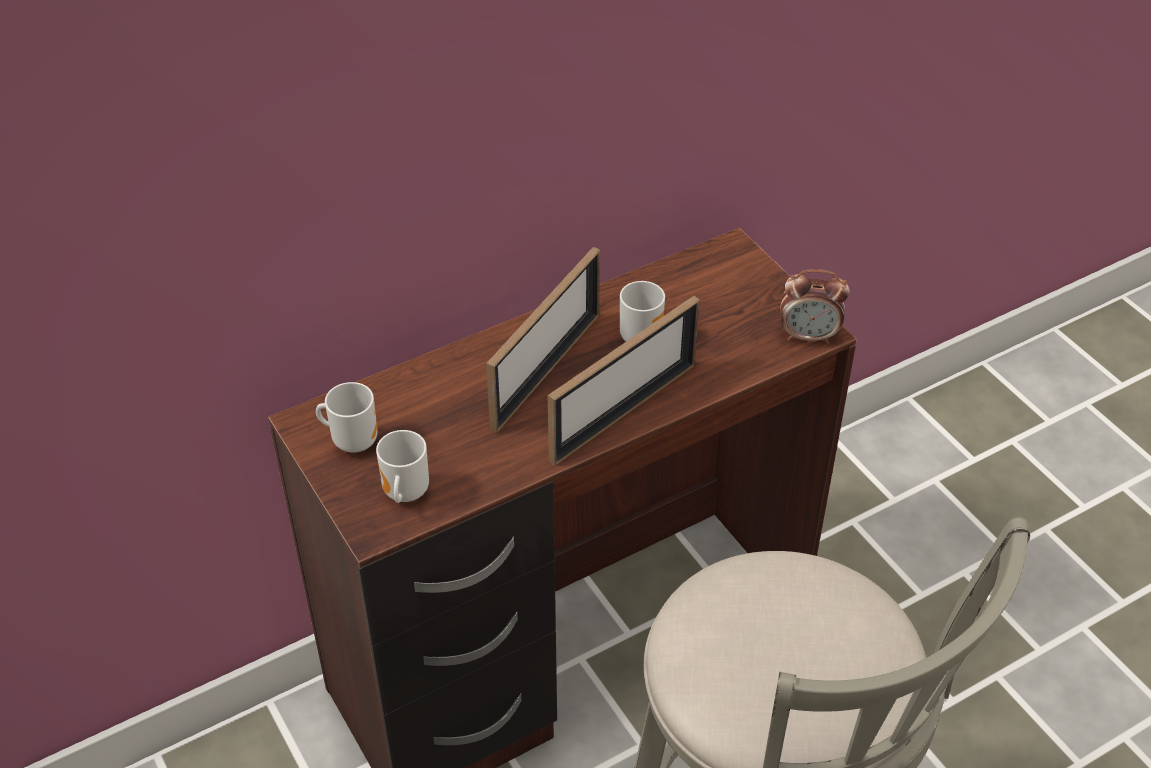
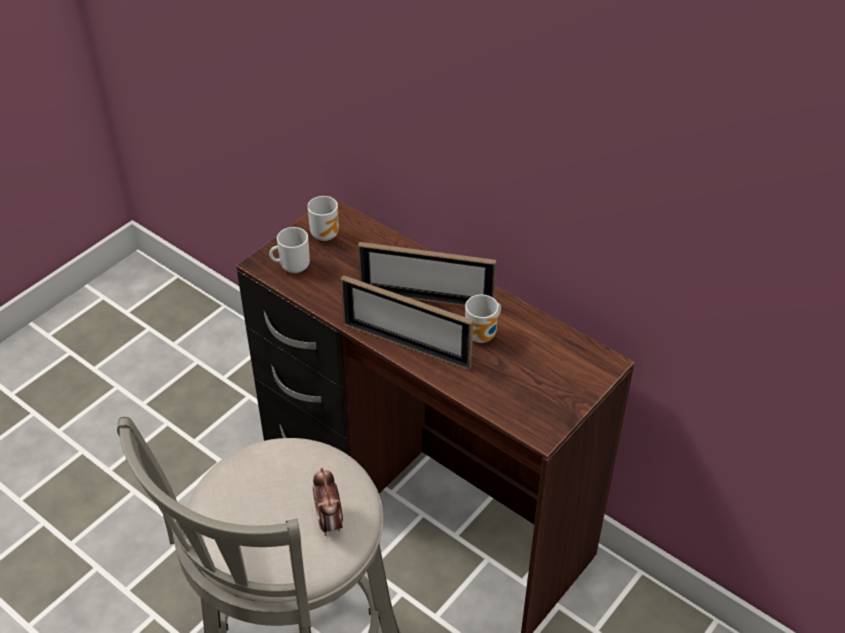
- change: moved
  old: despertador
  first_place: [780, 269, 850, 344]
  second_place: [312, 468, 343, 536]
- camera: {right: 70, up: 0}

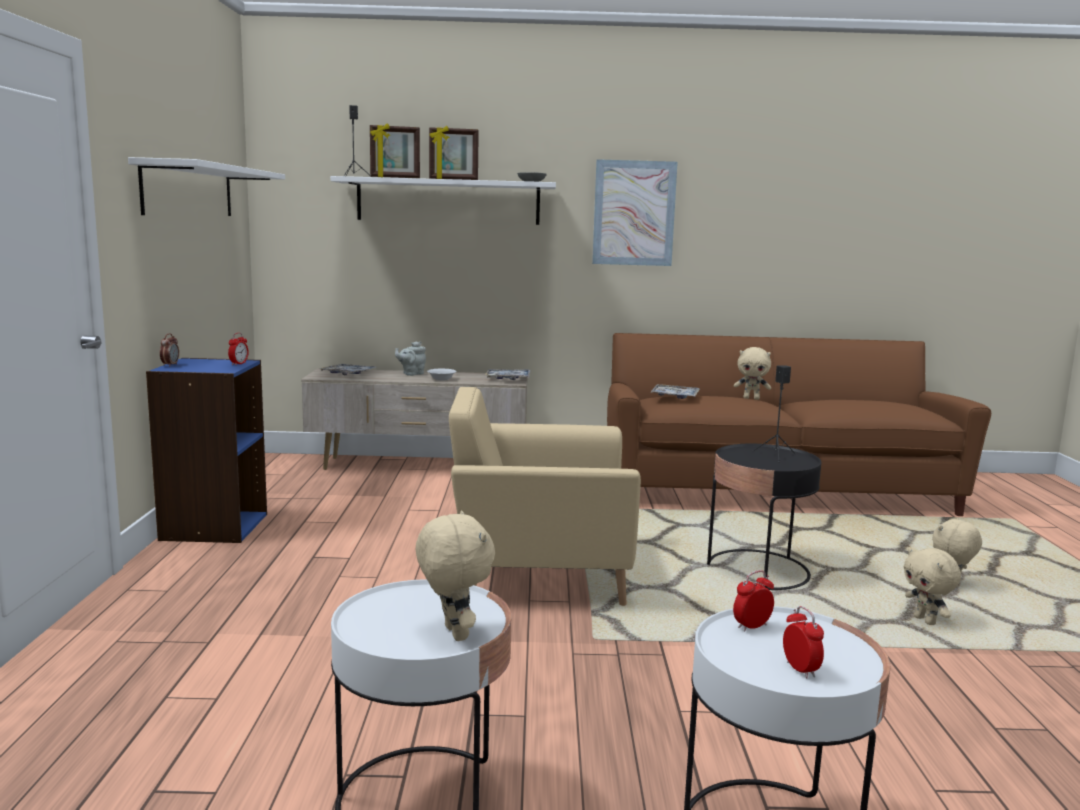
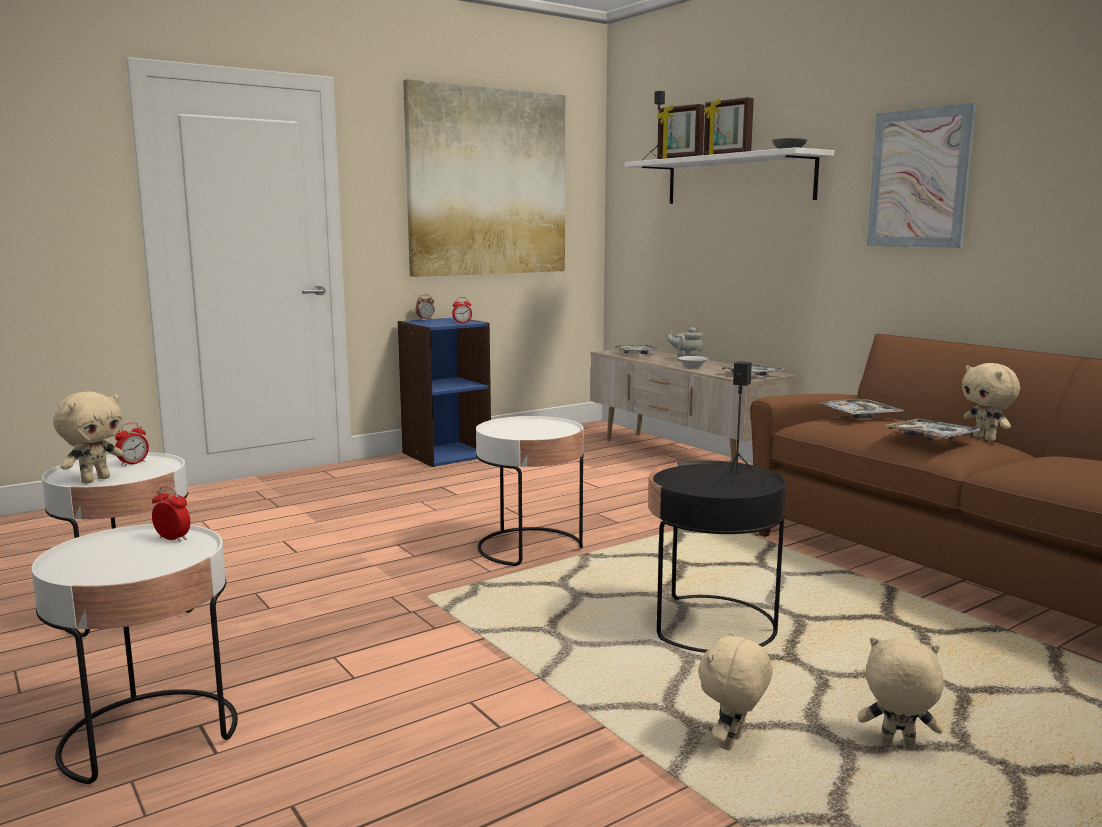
- change: replaced
  old: estante [blanco]
  new: cuadro
  first_place: [128, 157, 285, 216]
  second_place: [403, 79, 565, 277]
- change: replaced
  old: sillón [beis]
  new: mesa auxiliar [blanco]
  first_place: [449, 387, 641, 606]
  second_place: [476, 416, 584, 566]
- change: moved
  old: despertador
  first_place: [783, 606, 824, 679]
  second_place: [115, 422, 149, 466]
- change: added
  new: bandeja
  second_place: [884, 419, 982, 440]
- camera: {right: 55, up: 0}

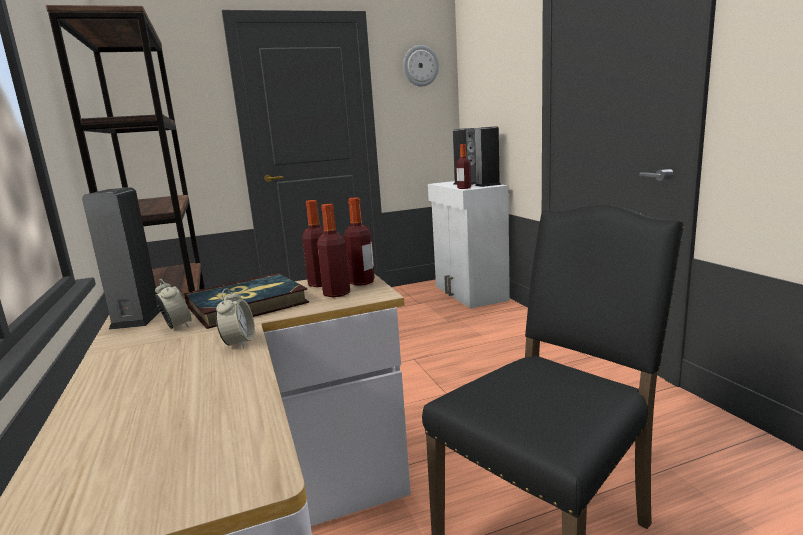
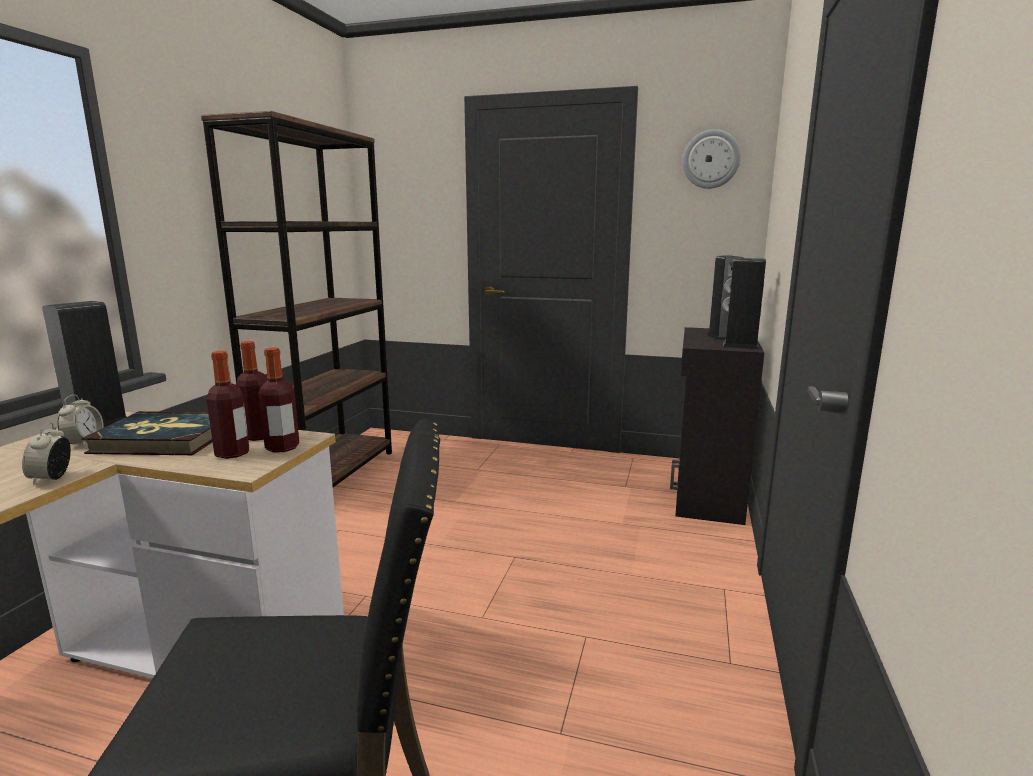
- change: turned
  old: despertador
  first_place: [216, 288, 255, 348]
  second_place: [22, 423, 71, 485]
  degrees: 135
- change: recoloured
  old: armario [blanco]
  new: armario [negro]
  first_place: [428, 181, 510, 308]
  second_place: [670, 327, 764, 525]
- change: removed
  old: botella
  first_place: [456, 144, 471, 189]
- camera: {right: 35, up: 0}

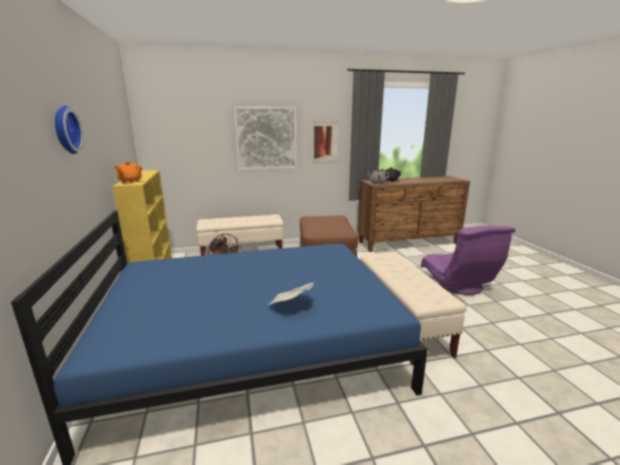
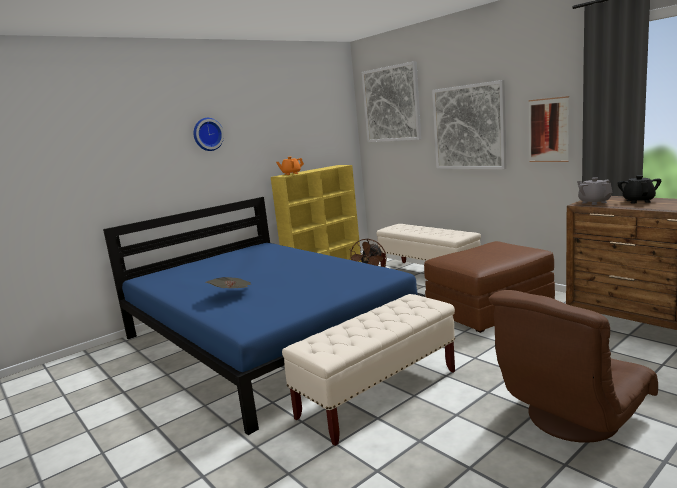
- change: recoloured
  old: sillón [morado]
  new: sillón [marrón]
  first_place: [421, 226, 516, 295]
  second_place: [488, 290, 658, 443]
- change: added
  new: cuadro
  second_place: [362, 61, 421, 142]
- camera: {right: 65, up: -5}

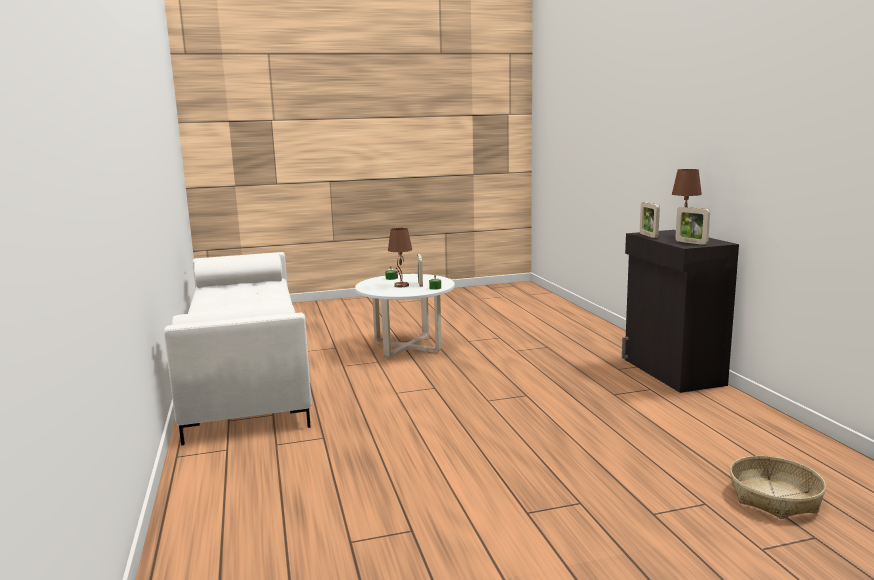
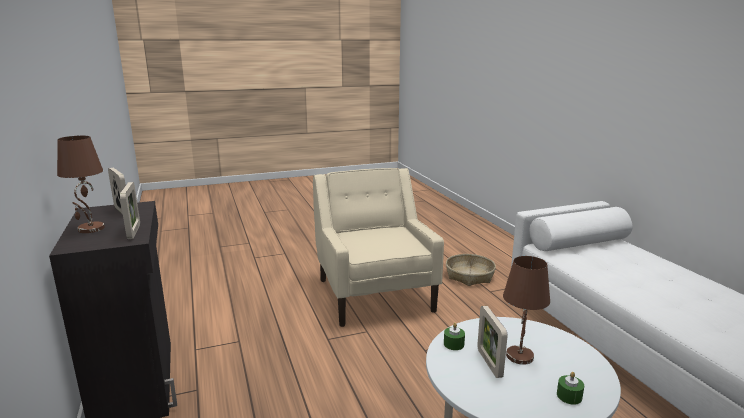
- change: moved
  old: cesta
  first_place: [730, 456, 826, 519]
  second_place: [446, 254, 496, 286]
- change: added
  new: sillón [beis]
  second_place: [313, 168, 444, 327]
- camera: {right: 175, up: 5}

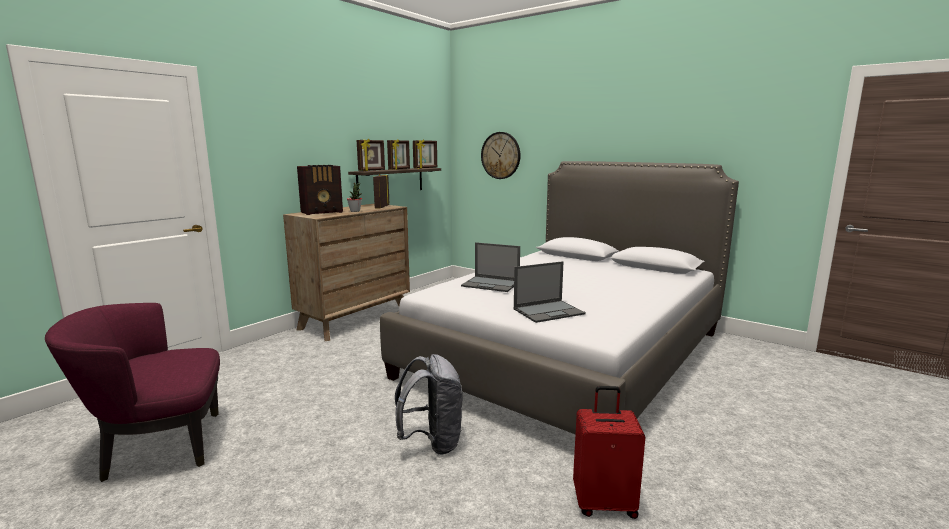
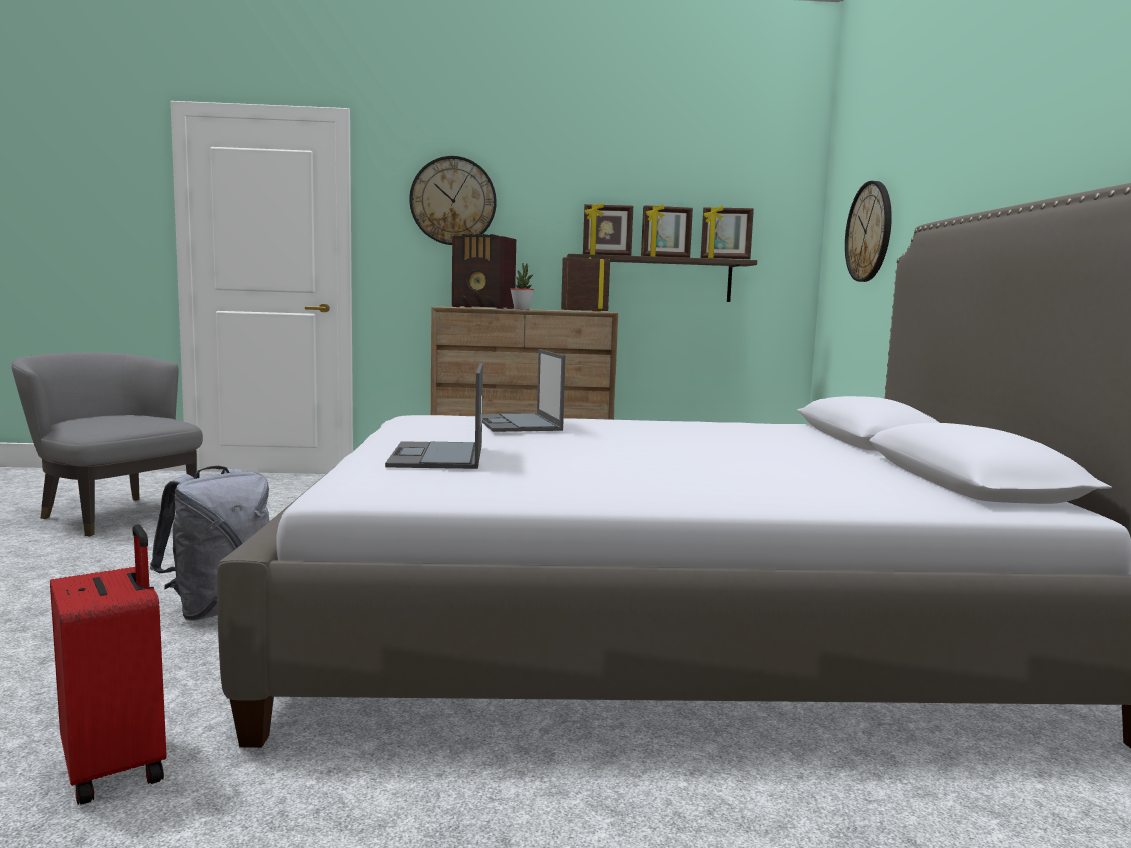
- change: recoloured
  old: sillón [morado]
  new: sillón [gris]
  first_place: [45, 303, 220, 482]
  second_place: [11, 352, 203, 536]
- change: turned
  old: portátil
  first_place: [514, 261, 586, 323]
  second_place: [385, 363, 483, 469]
  degrees: 60
- change: added
  new: reloj de pared
  second_place: [409, 156, 497, 245]
- camera: {right: 50, up: -5}

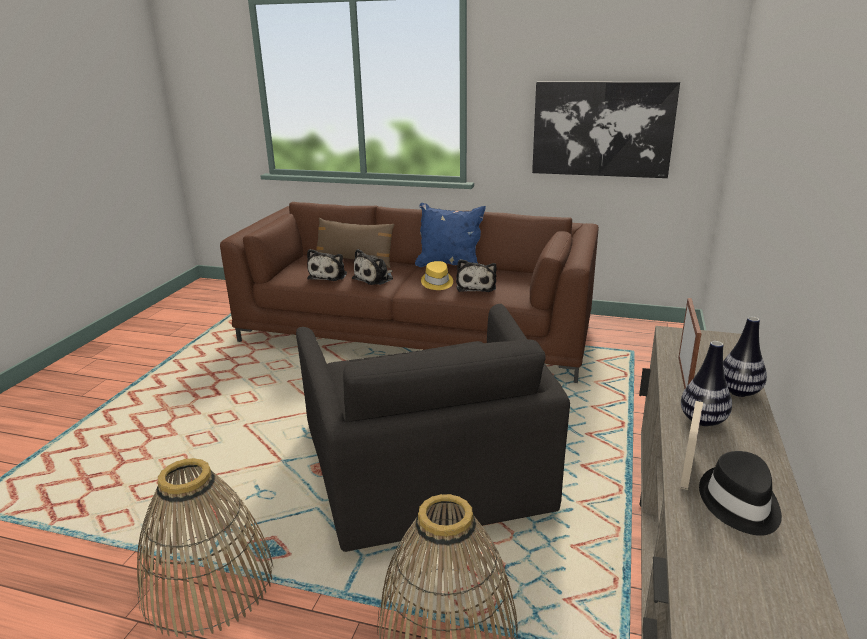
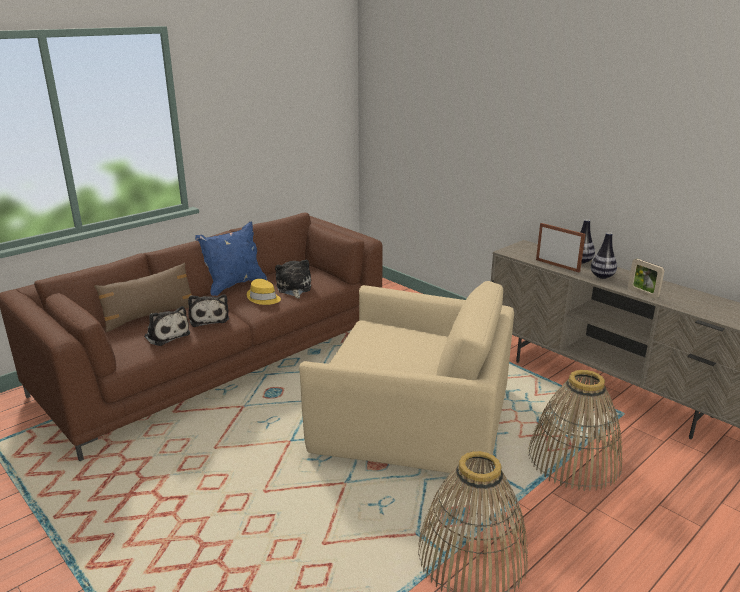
- change: recoloured
  old: sillón [negro]
  new: sillón [beis]
  first_place: [296, 304, 570, 552]
  second_place: [299, 281, 514, 474]
- change: turned
  old: peluche
  first_place: [456, 259, 497, 292]
  second_place: [275, 260, 311, 298]
  degrees: -135
- change: removed
  old: cuadro
  first_place: [532, 82, 680, 178]
- change: removed
  old: sombrero [negro]
  first_place: [699, 451, 782, 536]
- camera: {right: -60, up: 0}

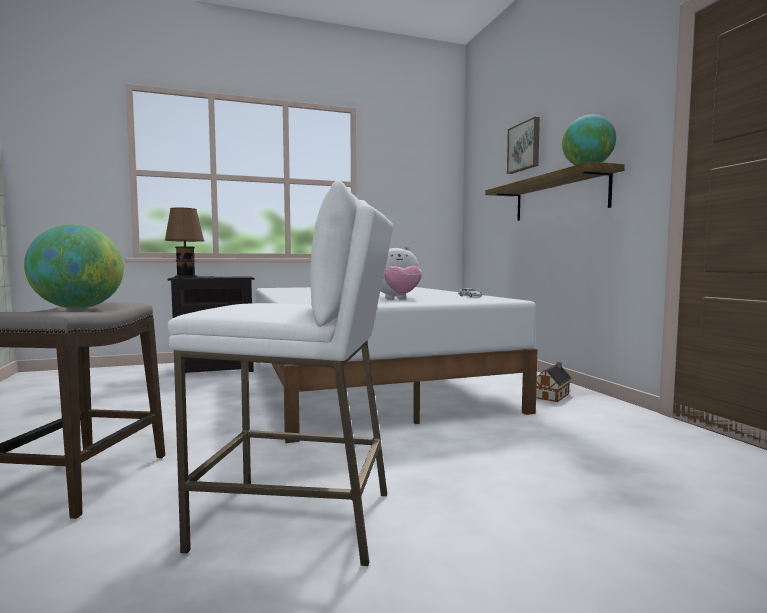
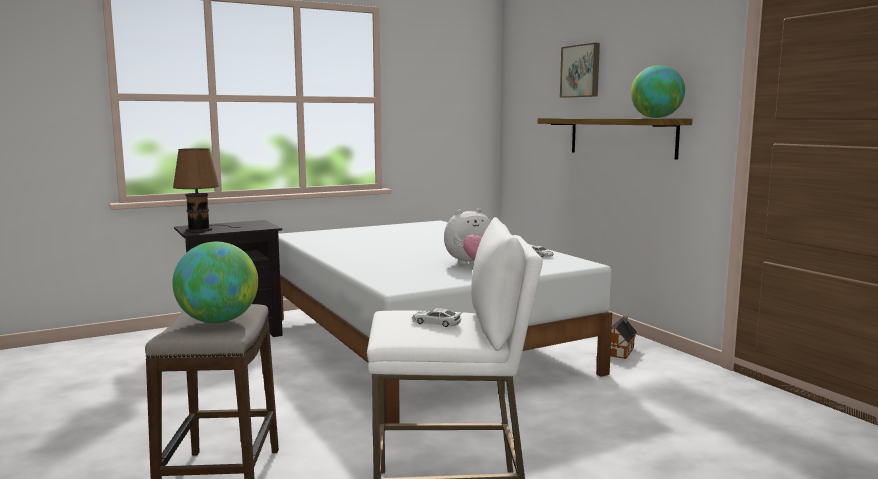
- change: added
  new: coche de juguete
  second_place: [412, 308, 461, 327]
- camera: {right: -10, up: 5}

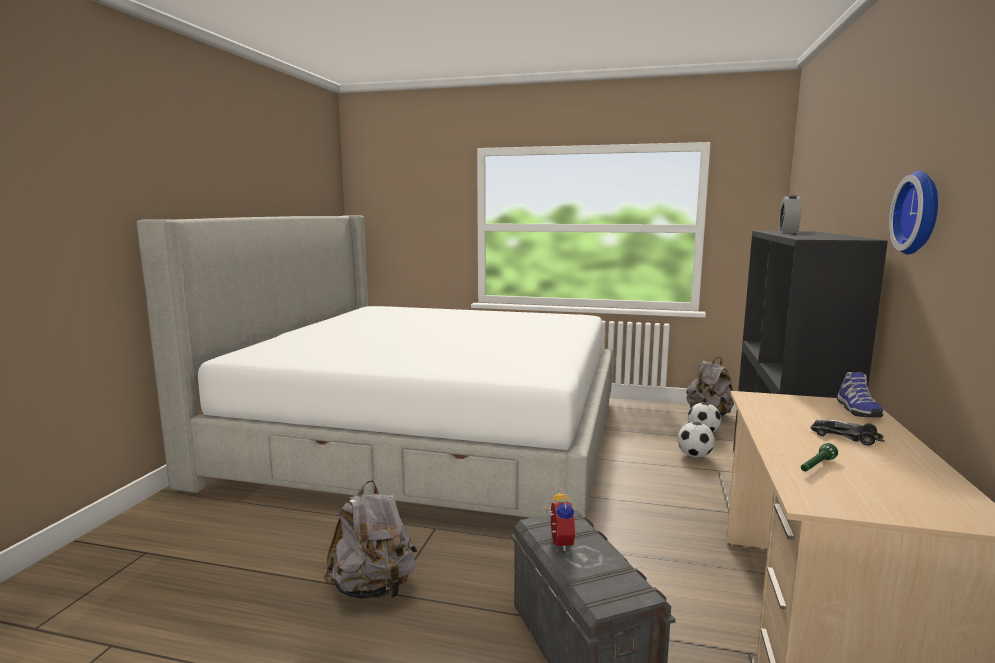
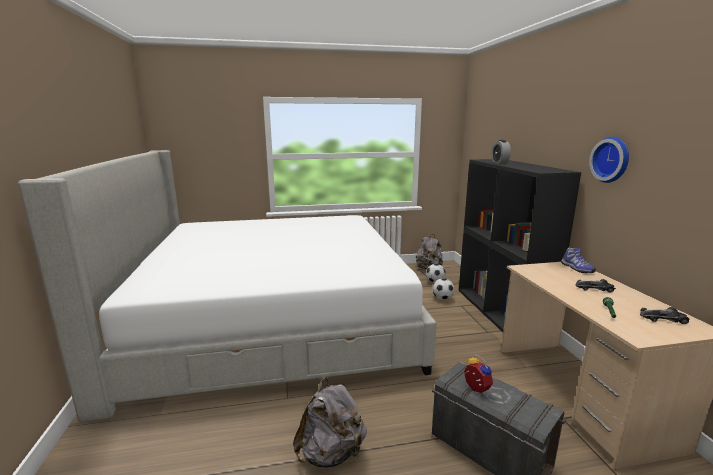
- change: added
  new: coche de juguete
  second_place: [640, 307, 689, 324]
- camera: {right: -25, up: 5}

